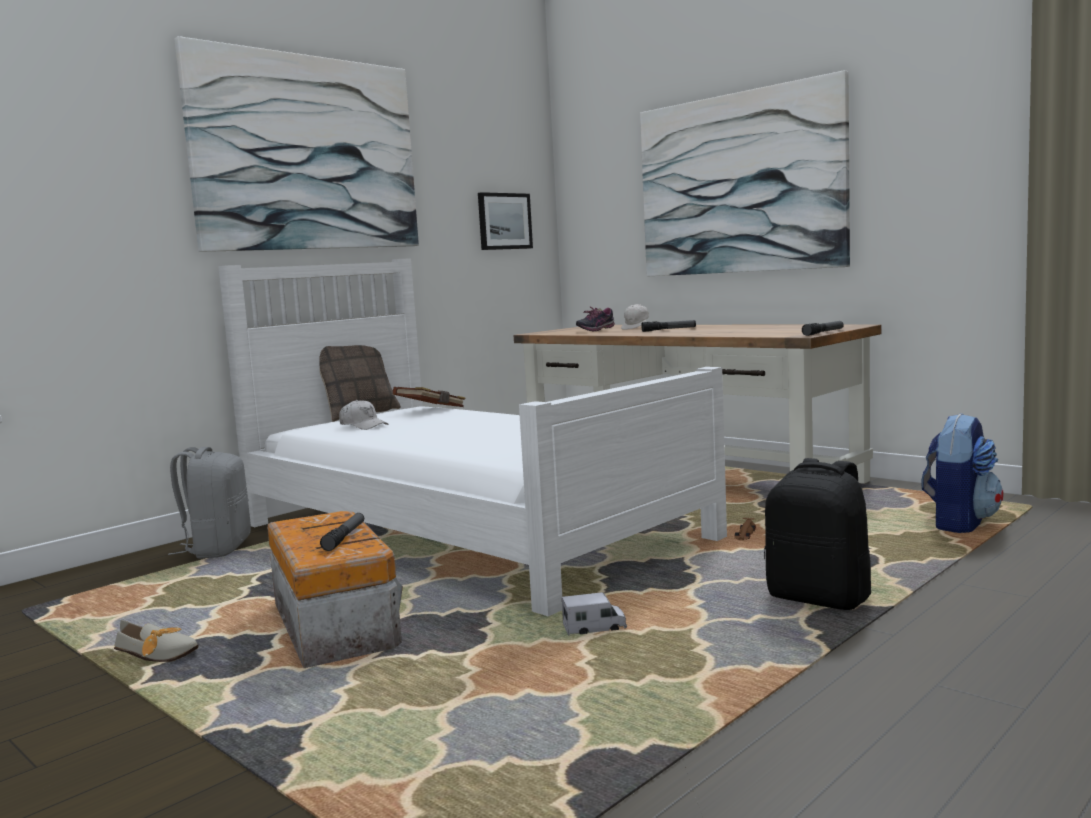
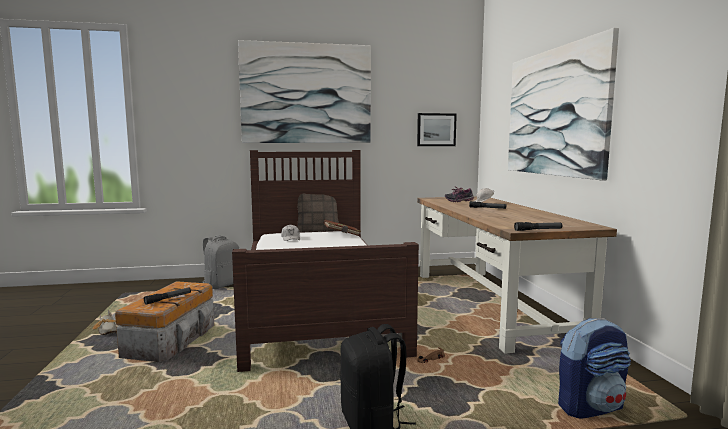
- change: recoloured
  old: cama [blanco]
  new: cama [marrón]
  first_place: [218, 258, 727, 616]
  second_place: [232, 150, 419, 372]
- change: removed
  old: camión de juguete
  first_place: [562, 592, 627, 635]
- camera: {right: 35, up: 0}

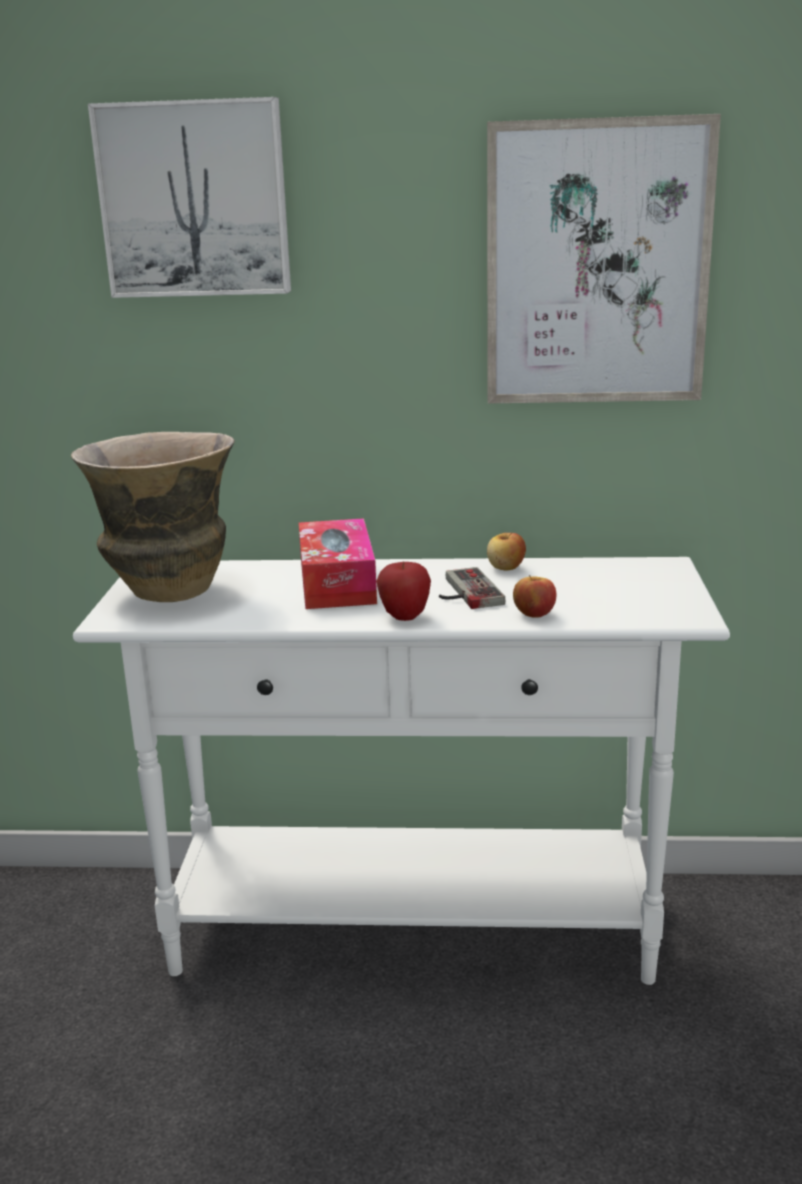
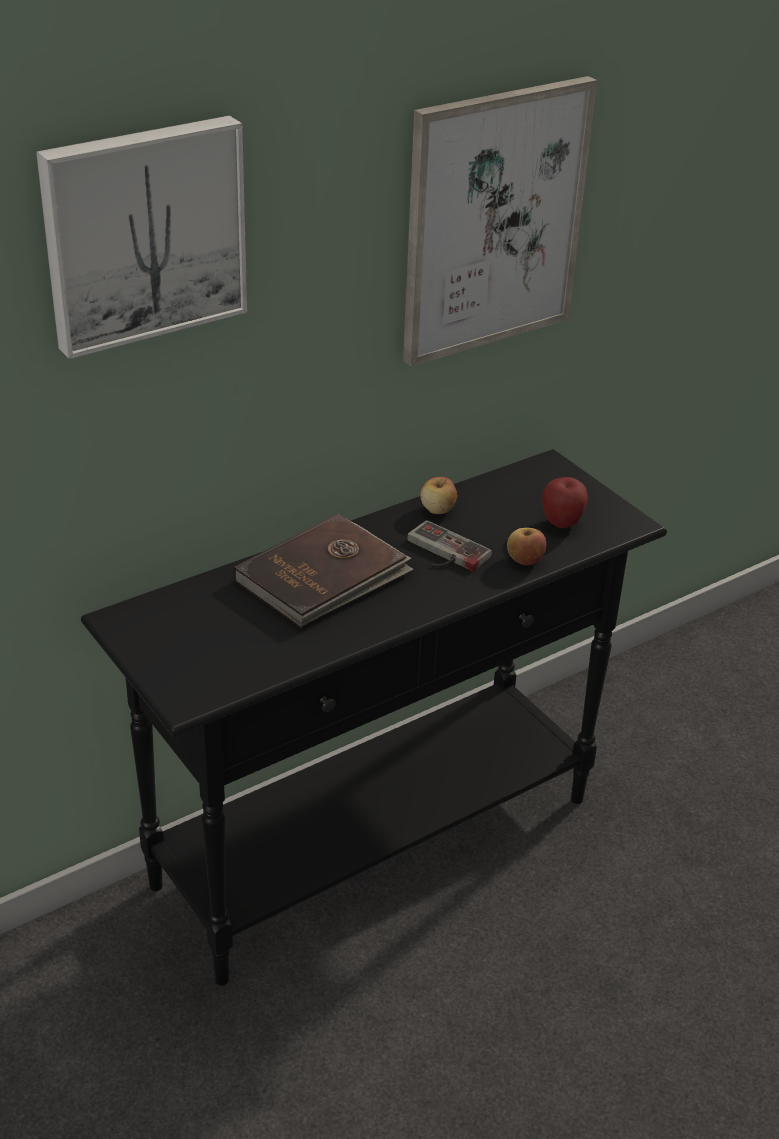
- change: removed
  old: florero
  first_place: [71, 432, 235, 602]
- change: recoloured
  old: mesa consola [blanco]
  new: mesa consola [negro]
  first_place: [73, 557, 730, 985]
  second_place: [81, 449, 667, 986]
- change: replaced
  old: caja de pañuelos
  new: libro [marrón]
  first_place: [299, 518, 377, 609]
  second_place: [233, 514, 414, 629]
- change: moved
  old: manzana
  first_place: [376, 562, 431, 621]
  second_place: [542, 477, 588, 528]
- camera: {right: -40, up: 15}

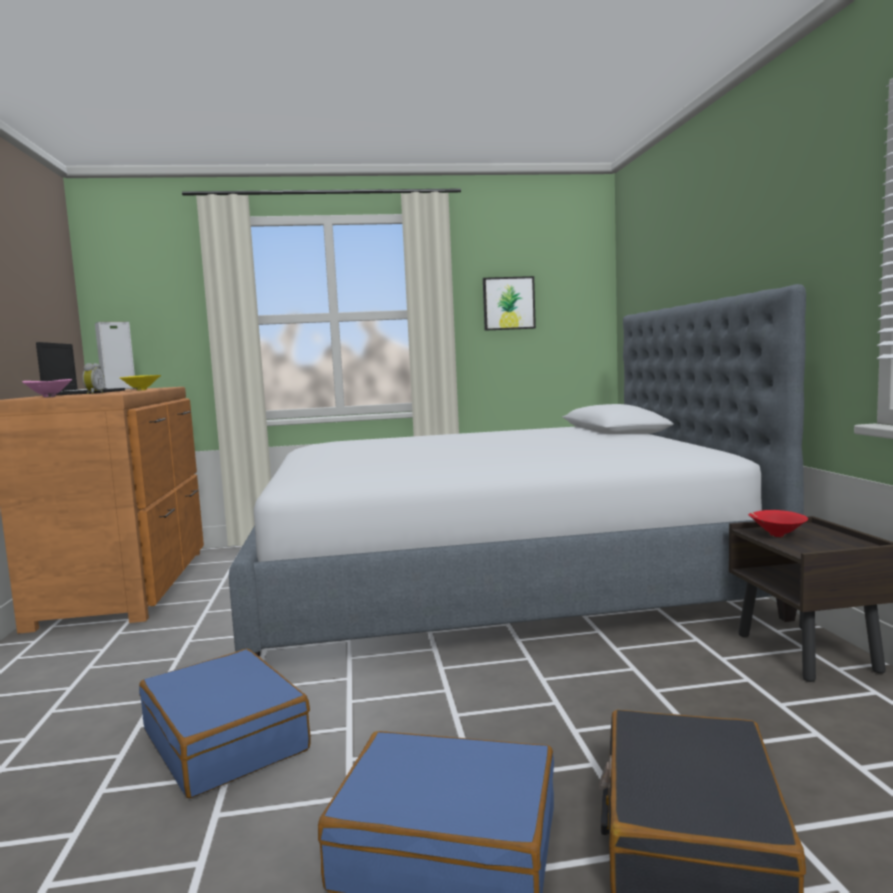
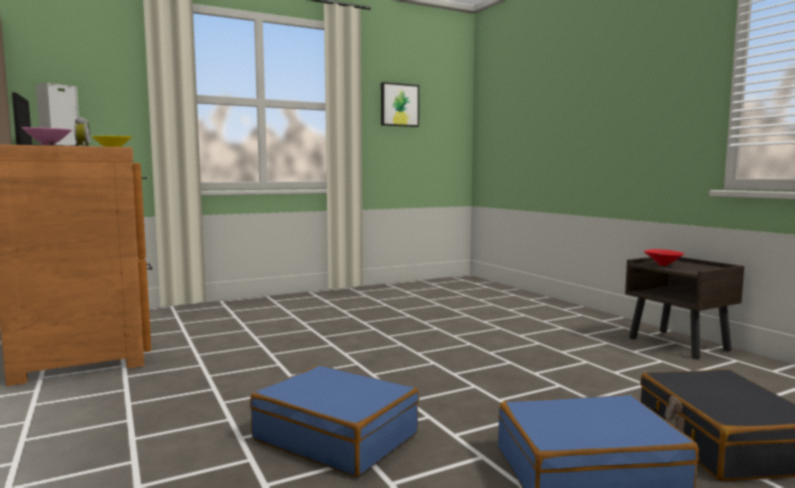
- change: removed
  old: cama
  first_place: [229, 284, 806, 657]
- camera: {right: -20, up: 0}

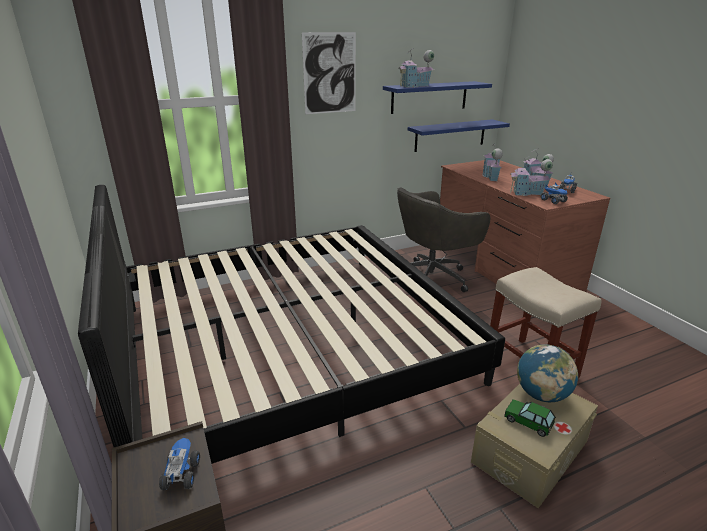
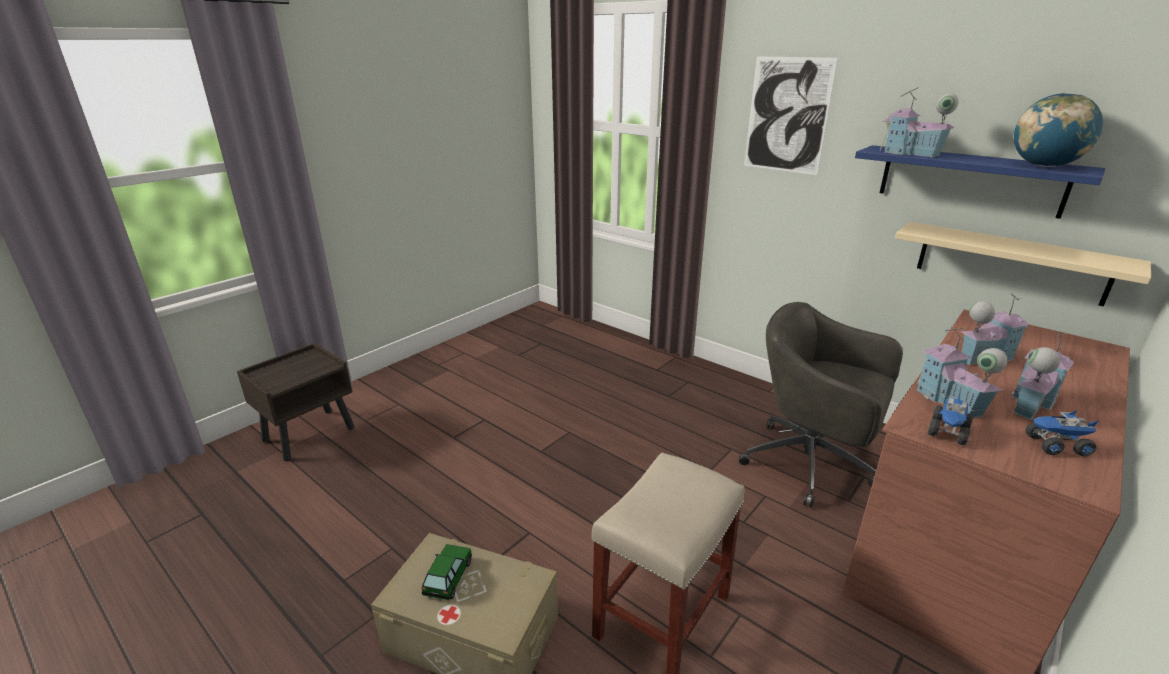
- change: removed
  old: cama
  first_place: [78, 185, 505, 464]
- change: removed
  old: camión de juguete
  first_place: [159, 438, 200, 490]
- change: recoloured
  old: estante [azul]
  new: estante [beis]
  first_place: [408, 119, 510, 152]
  second_place: [895, 222, 1151, 306]
- change: moved
  old: globo terráqueo
  first_place: [517, 344, 578, 402]
  second_place: [1014, 93, 1103, 167]
- camera: {right: 65, up: 0}

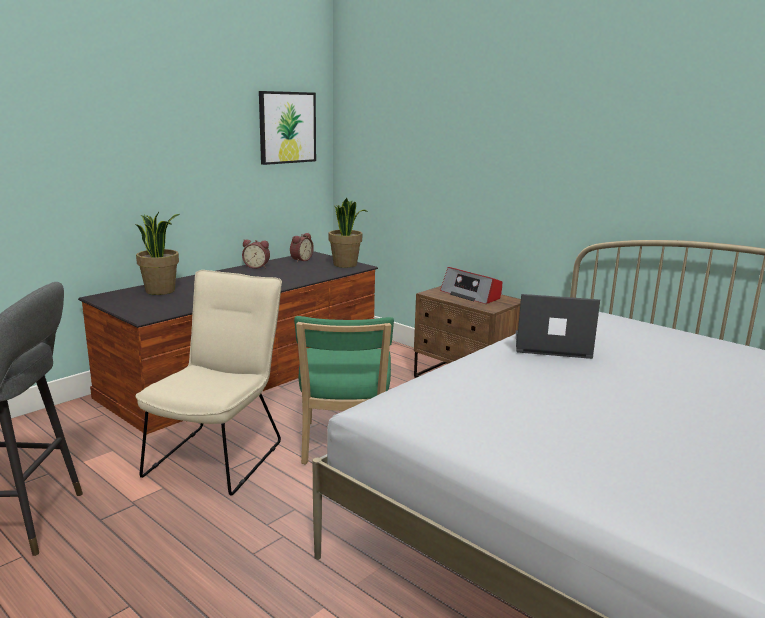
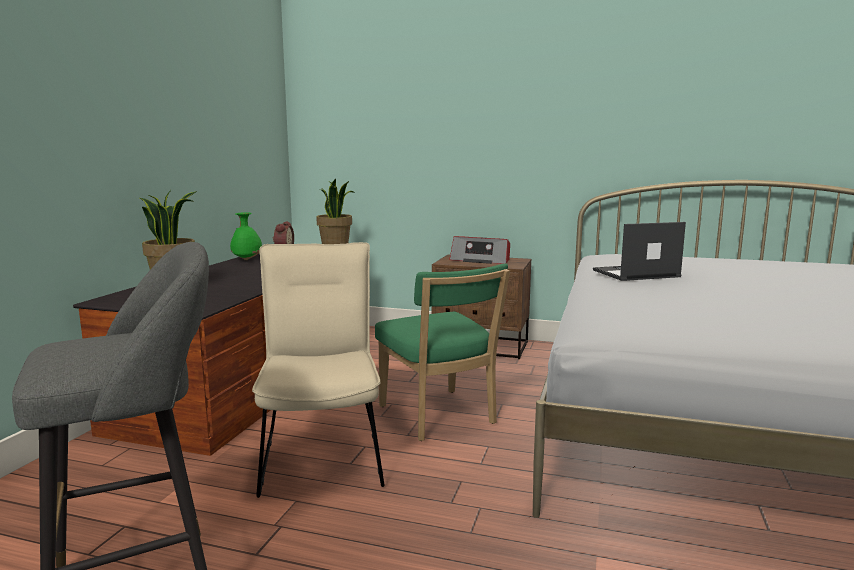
- change: replaced
  old: despertador
  new: florero [verde]
  first_place: [242, 240, 270, 269]
  second_place: [230, 212, 262, 260]
- change: removed
  old: cuadro
  first_place: [259, 91, 316, 165]
- camera: {right: -25, up: -5}

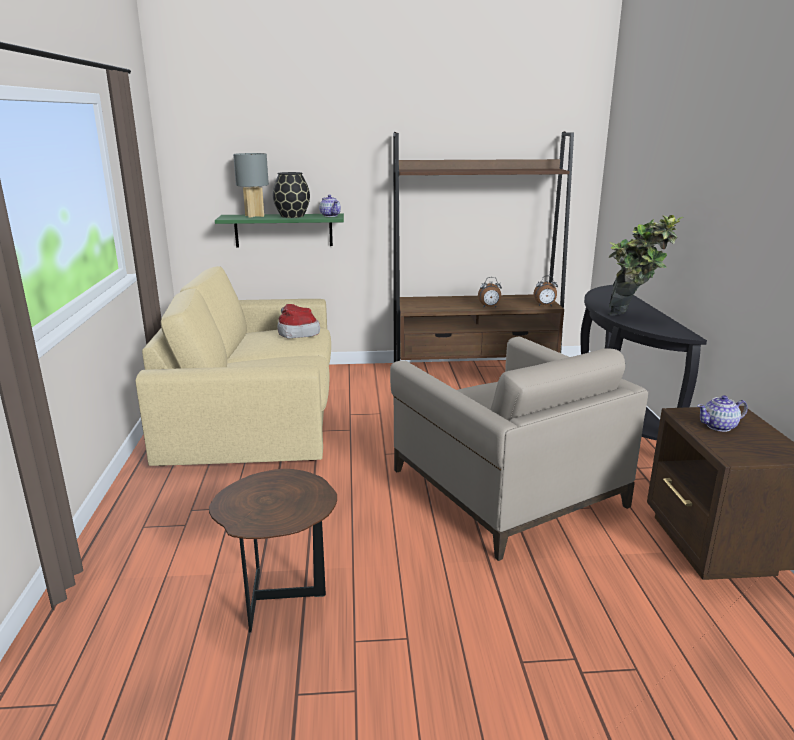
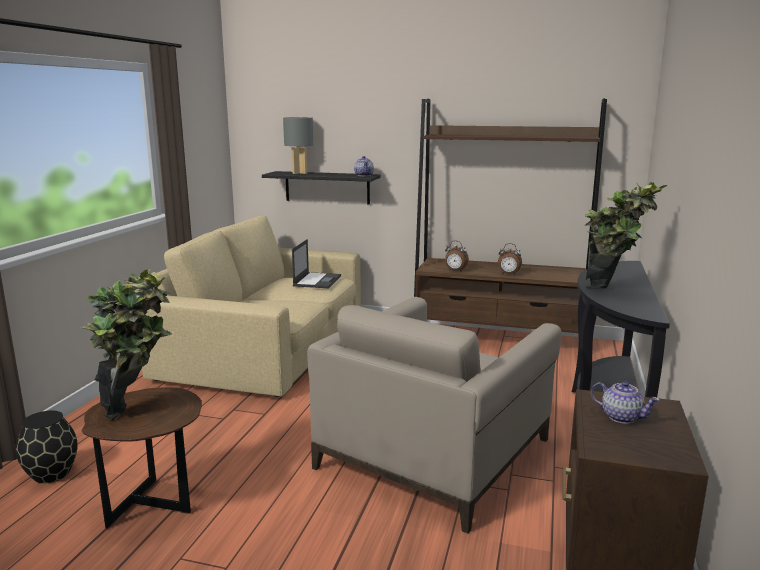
- change: recoloured
  old: estante [verde]
  new: estante [negro]
  first_place: [215, 214, 344, 247]
  second_place: [262, 171, 381, 204]
- change: moved
  old: florero [negro]
  first_place: [273, 172, 310, 218]
  second_place: [16, 410, 78, 483]
- change: replaced
  old: sombrero
  new: portátil
  first_place: [277, 304, 320, 339]
  second_place: [292, 239, 341, 288]
- change: turned
  old: sillón [beis]
  first_place: [390, 337, 648, 561]
  second_place: [307, 297, 562, 534]
  degrees: 45
- change: moved
  old: despertador
  first_place: [534, 276, 558, 306]
  second_place: [445, 241, 469, 272]
- change: turned
  old: tetera
  first_place: [697, 395, 748, 432]
  second_place: [591, 381, 660, 424]
  degrees: -150
- change: added
  new: planta en maceta
  second_place: [80, 268, 172, 420]
- camera: {right: 20, up: -5}

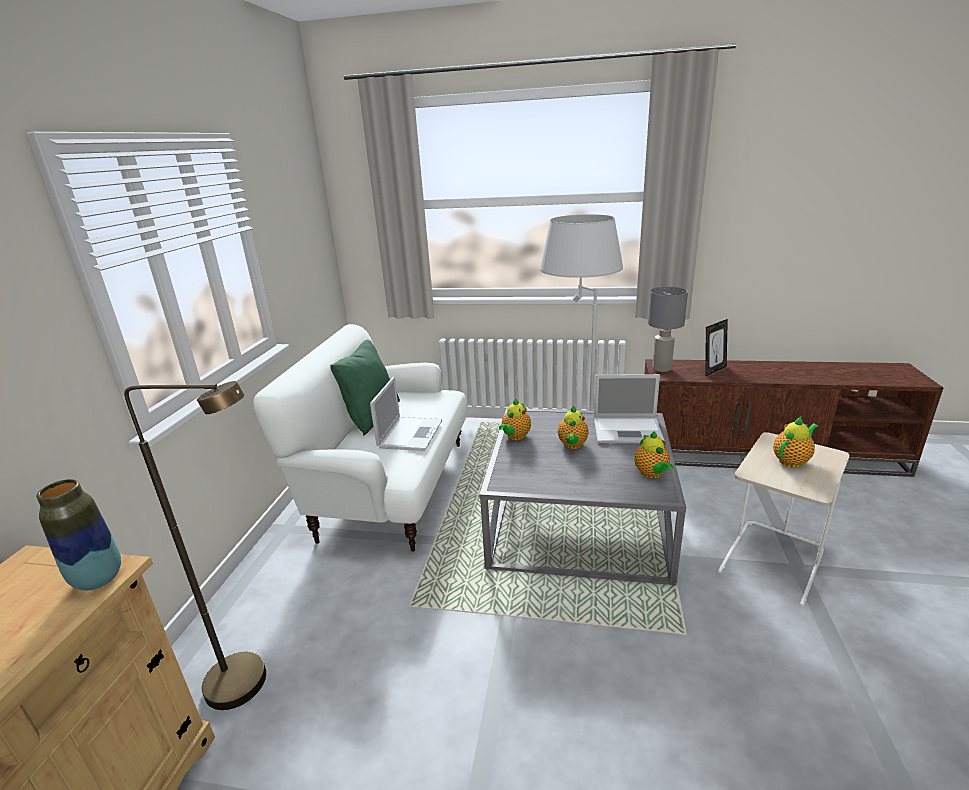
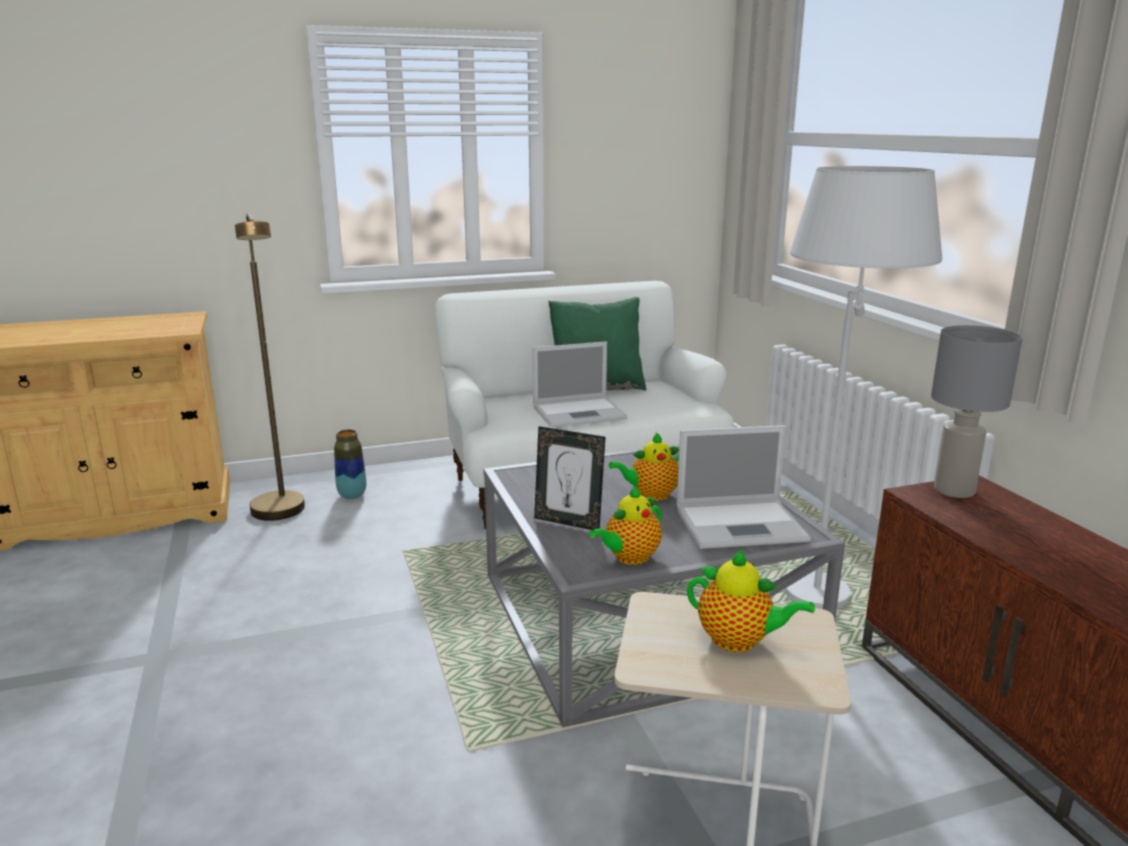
- change: moved
  old: florero
  first_place: [36, 479, 121, 591]
  second_place: [334, 430, 366, 499]
- change: removed
  old: tetera
  first_place: [499, 399, 531, 440]
- change: turned
  old: portátil
  first_place: [594, 374, 665, 443]
  second_place: [676, 425, 811, 549]
  degrees: -75
- change: moved
  old: portarretratos
  first_place: [705, 319, 728, 377]
  second_place: [534, 426, 606, 530]
- camera: {right: 60, up: -5}

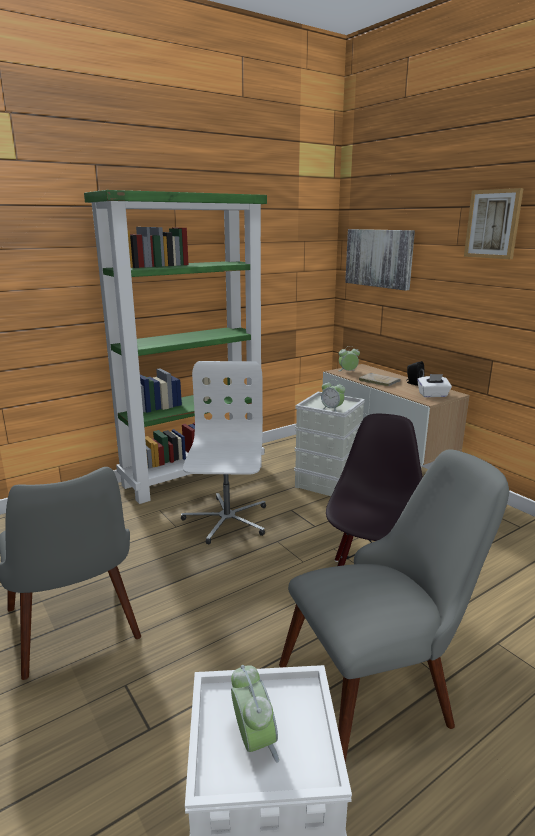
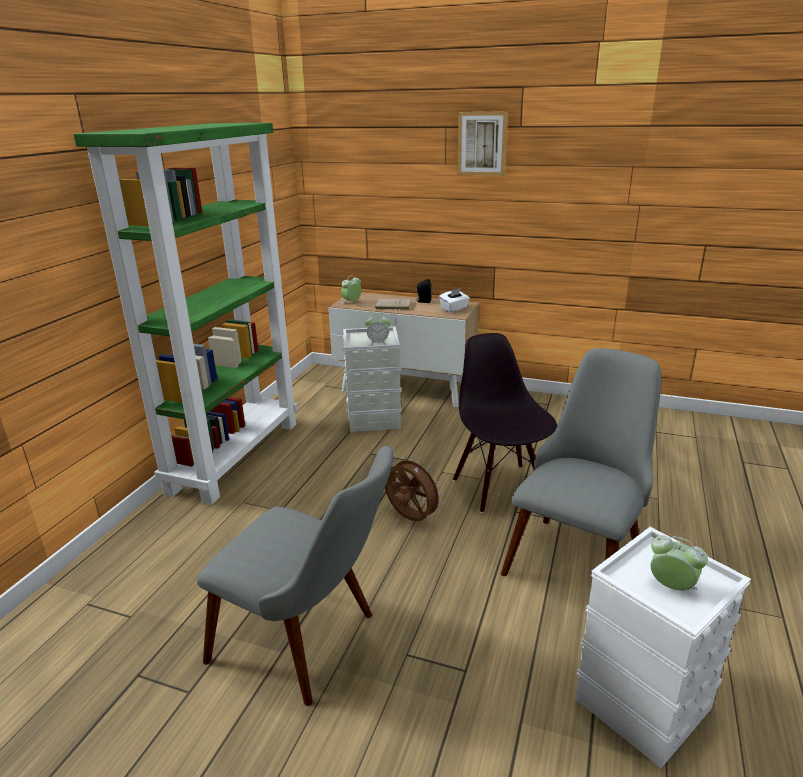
- change: removed
  old: silla de oficina [blanco]
  first_place: [181, 361, 266, 544]
- change: removed
  old: cuadro
  first_place: [345, 229, 415, 291]
- change: added
  new: ventilador [marrón]
  second_place: [385, 456, 444, 521]
- camera: {right: -35, up: 5}

